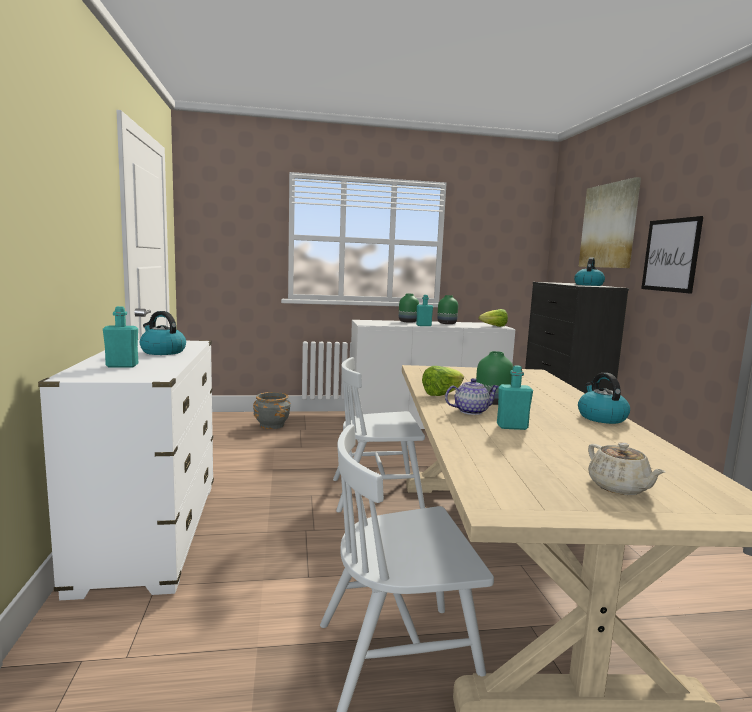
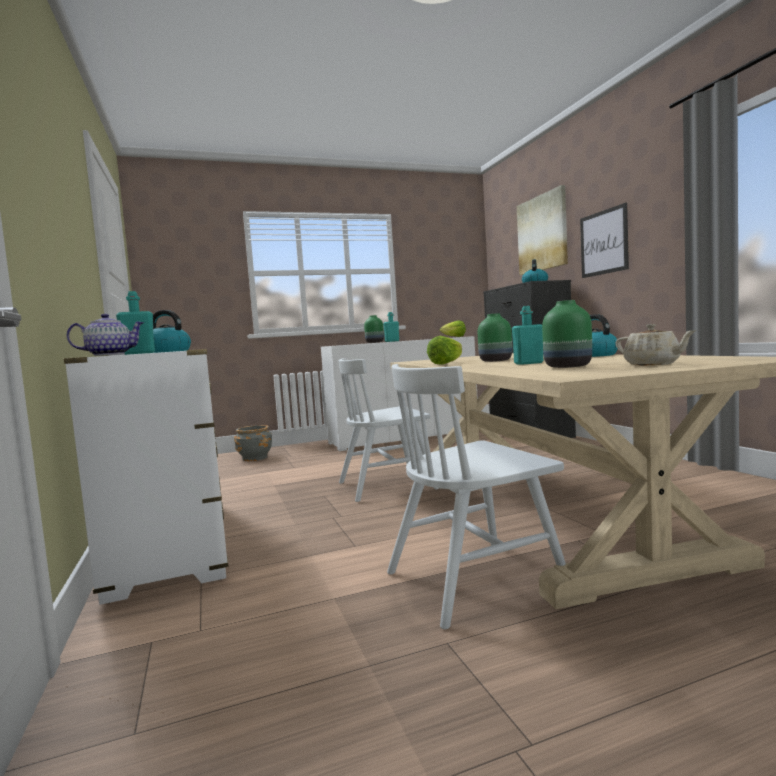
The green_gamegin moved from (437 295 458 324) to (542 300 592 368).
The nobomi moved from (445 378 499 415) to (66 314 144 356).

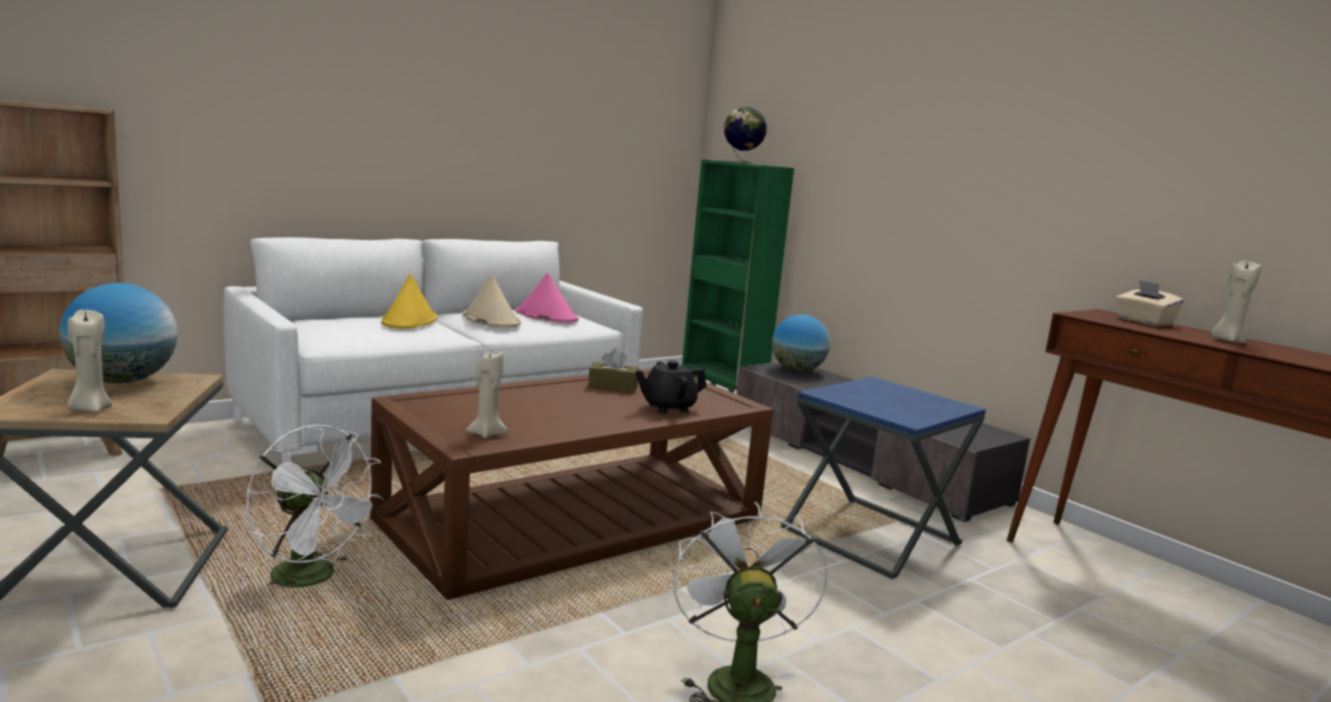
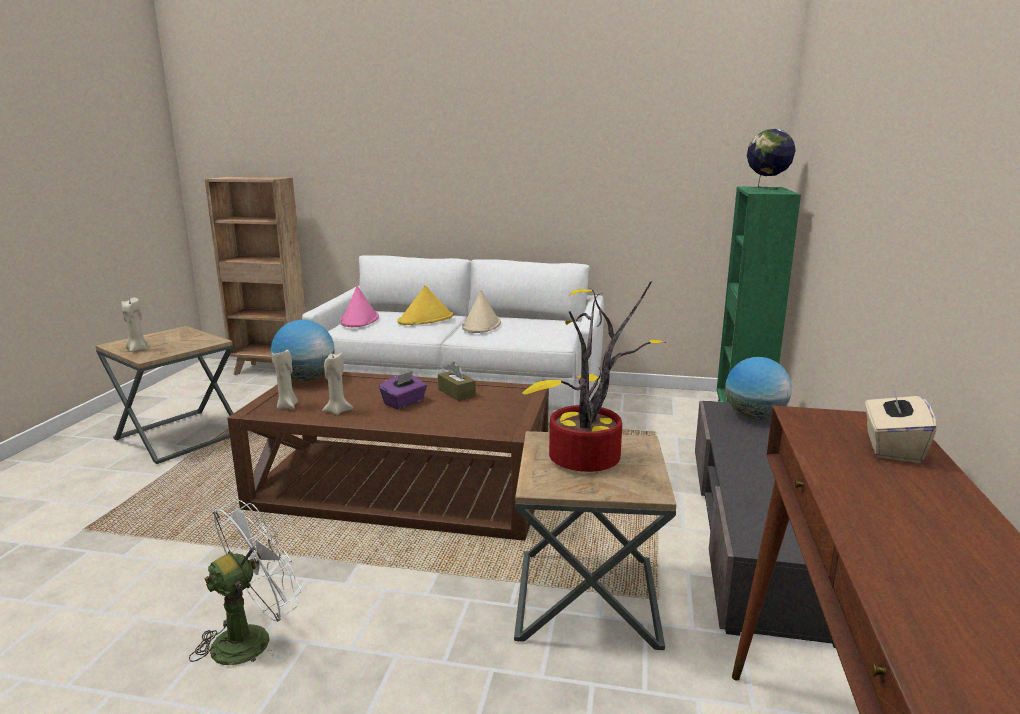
The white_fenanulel at (246 425 384 601) disappeared.
The black_nobomi at (635 361 706 413) disappeared.
The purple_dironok at (379 371 427 409) appeared.
The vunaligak at (522 281 666 472) appeared.
The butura moved from (59 283 178 383) to (271 320 335 381).
The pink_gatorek moved from (516 273 579 323) to (340 286 379 327).
The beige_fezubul moved from (1211 261 1261 343) to (322 353 353 415).
The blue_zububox at (781 377 986 579) became the brown_zububox at (514 431 676 650).

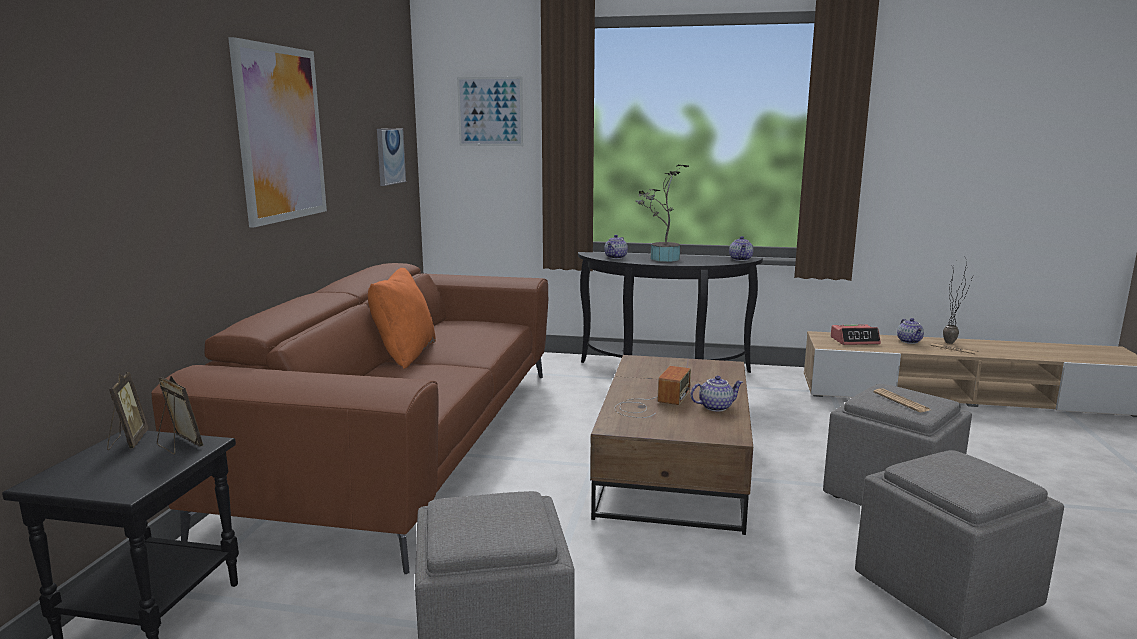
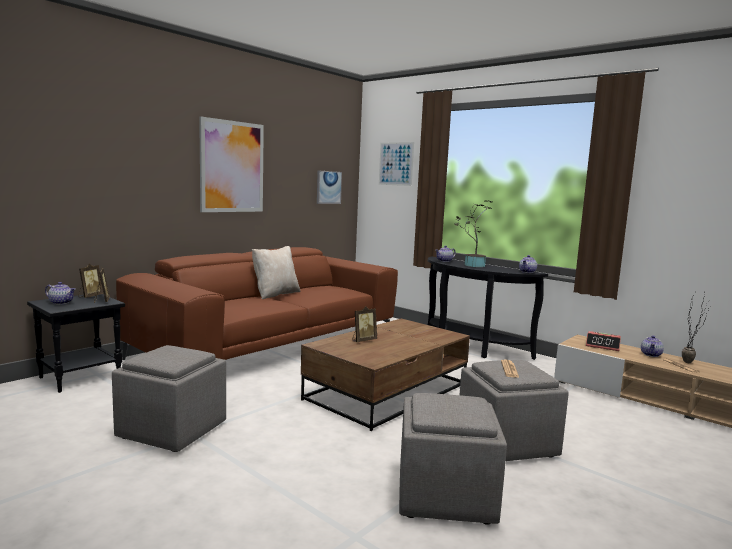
The nobomi moved from (690 376 743 412) to (45 282 75 305).
The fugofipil at (614 366 691 418) was replaced by the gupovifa at (352 306 377 342).
The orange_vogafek at (368 268 436 369) became the beige_vogafek at (252 246 300 299).

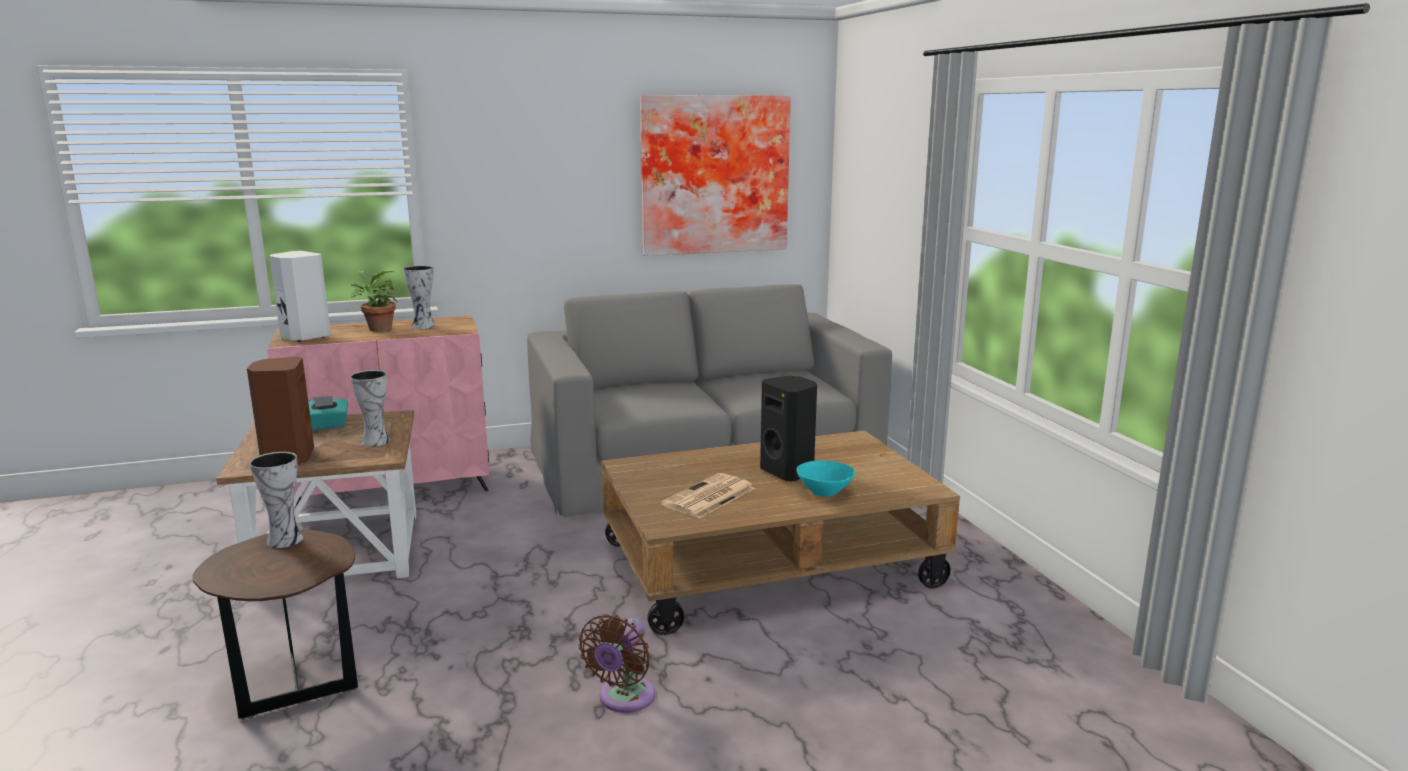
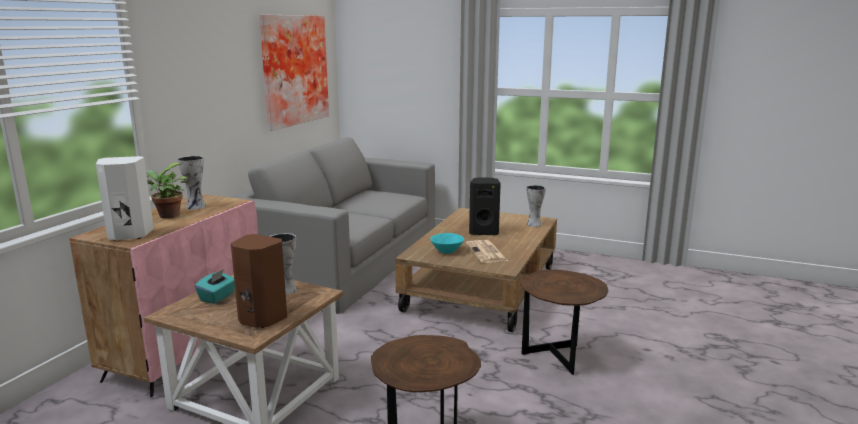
The gamegin moved from (249 452 303 548) to (527 185 546 227).
The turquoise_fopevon moved from (797 460 855 497) to (430 233 464 254).
The brown_fenanulel at (578 614 655 713) was replaced by the brown_zububox at (520 270 608 375).

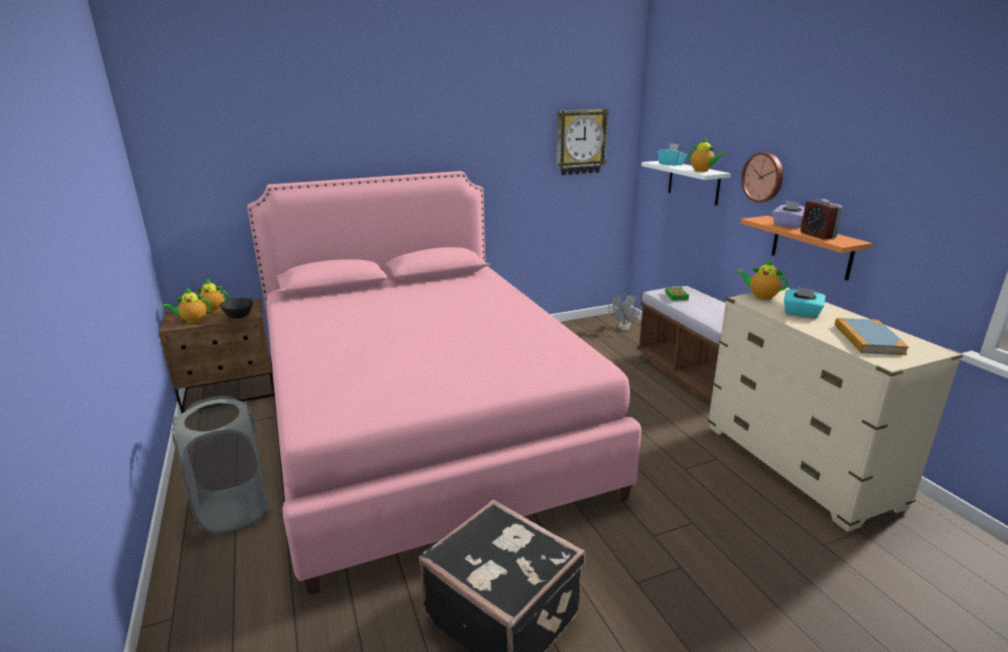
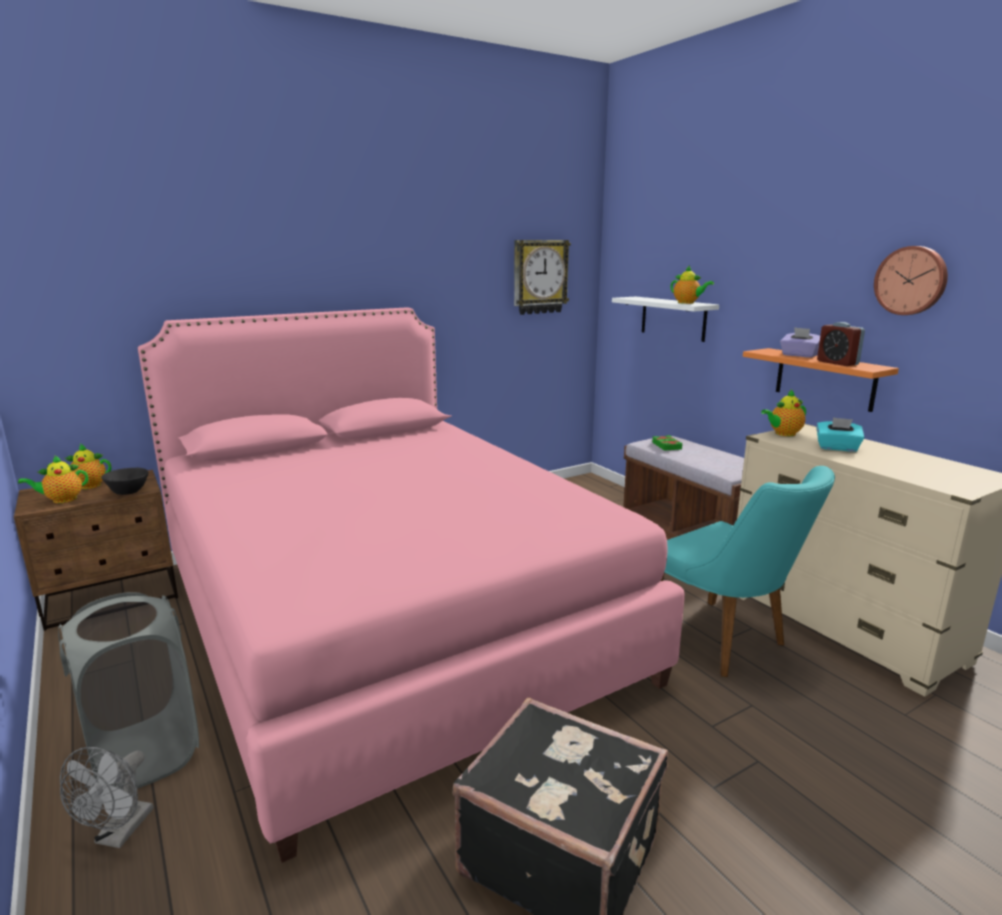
The turquoise_dironok at (657 143 687 166) disappeared.
The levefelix at (835 318 909 355) disappeared.
The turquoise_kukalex at (661 466 835 677) appeared.
The grey_fenanulel moved from (609 292 640 332) to (60 747 154 848).
The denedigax moved from (741 152 783 203) to (874 246 948 315).
The nobomi at (736 259 788 300) turned 45 degrees counterclockwise.

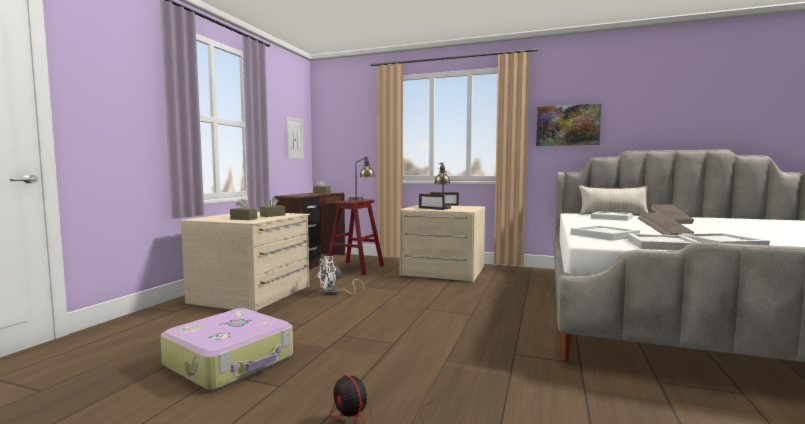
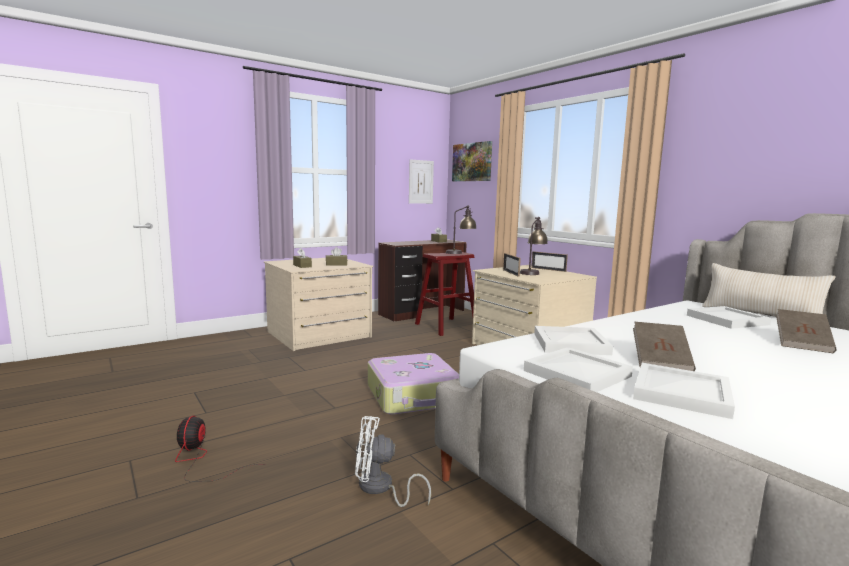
The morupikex moved from (161 308 293 391) to (368 353 459 415).
The white_fenanulel moved from (316 256 364 295) to (355 416 431 507).
The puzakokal moved from (536 104 601 146) to (452 141 492 181).

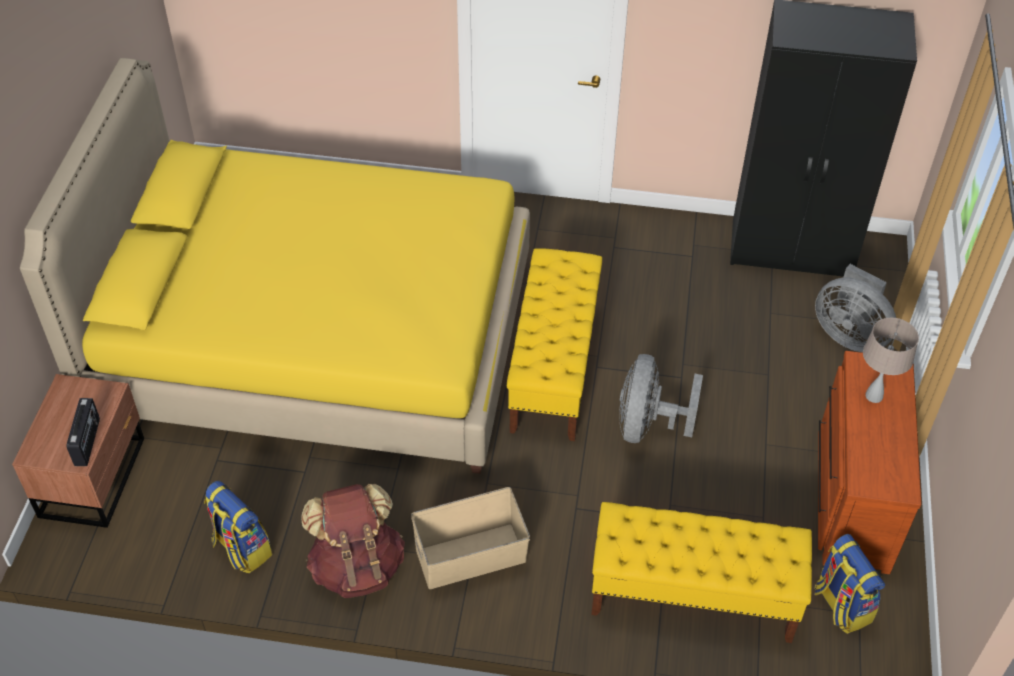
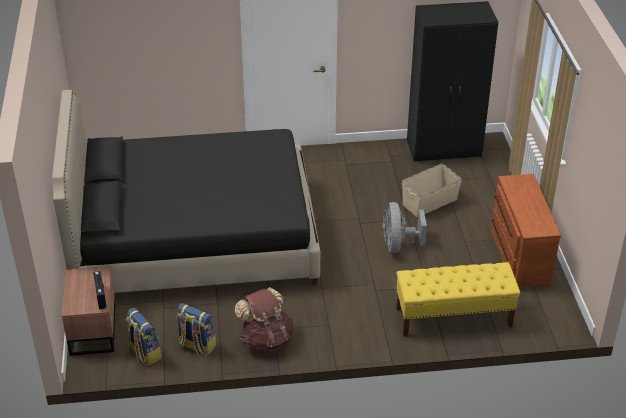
The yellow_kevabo at (507 248 602 441) disappeared.
The grey_fenanulel at (815 264 896 353) disappeared.
The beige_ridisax at (863 318 919 403) disappeared.
The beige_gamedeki moved from (411 487 530 589) to (402 163 462 217).
The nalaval moved from (814 534 885 634) to (125 308 162 366).
The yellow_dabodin at (20 58 530 474) became the black_dabodin at (52 90 320 293).

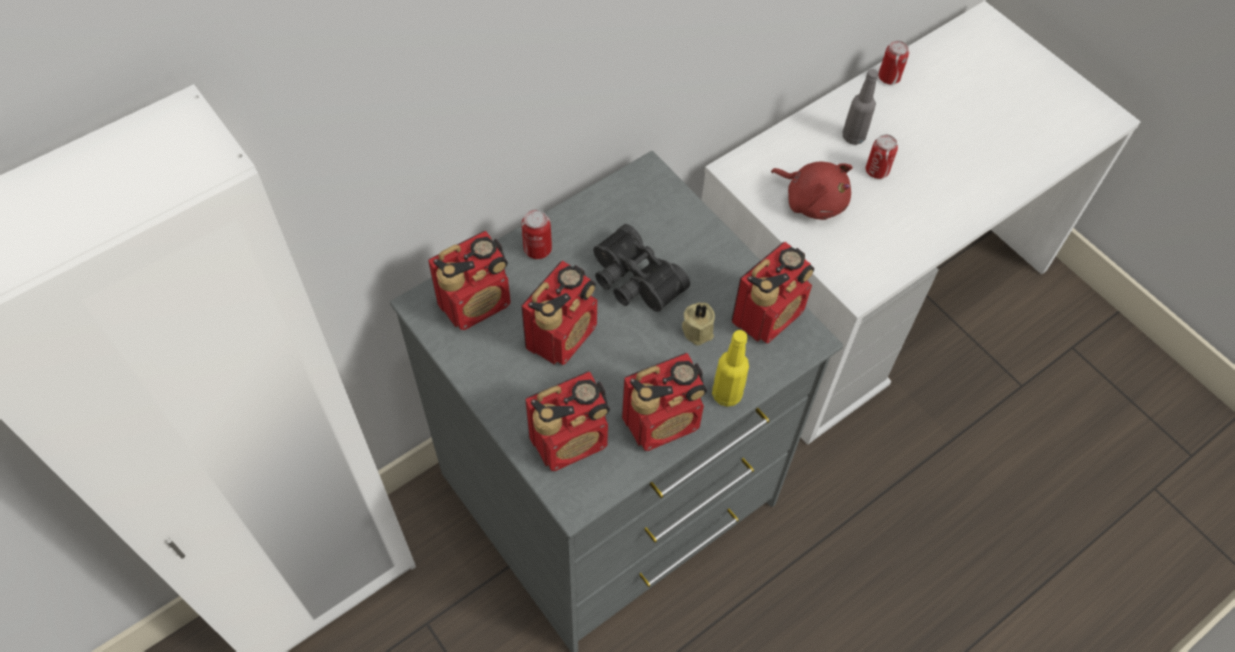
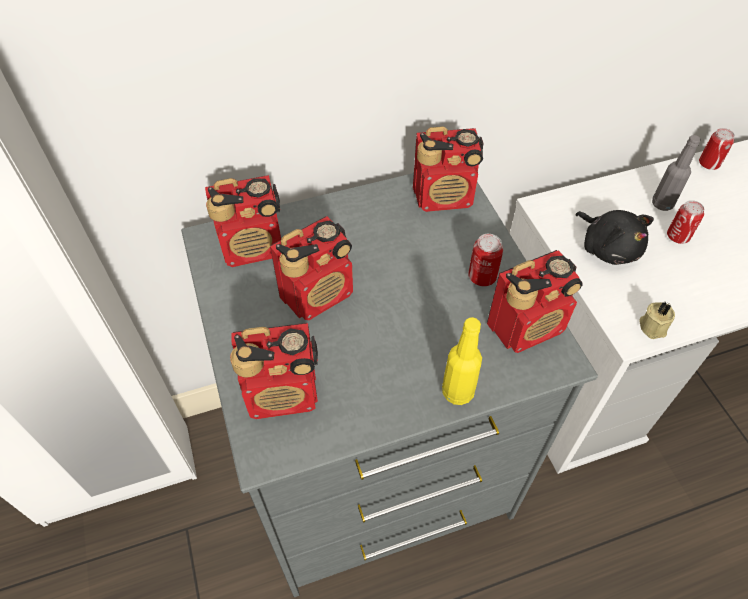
The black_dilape at (593 224 690 312) disappeared.
The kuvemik moved from (522 209 552 259) to (468 234 503 286).
The fugofipil moved from (622 353 707 451) to (413 126 483 212).
The beige_fezubul moved from (682 303 715 345) to (639 302 675 339).
The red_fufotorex at (771 162 853 220) became the black_fufotorex at (575 210 654 265).

